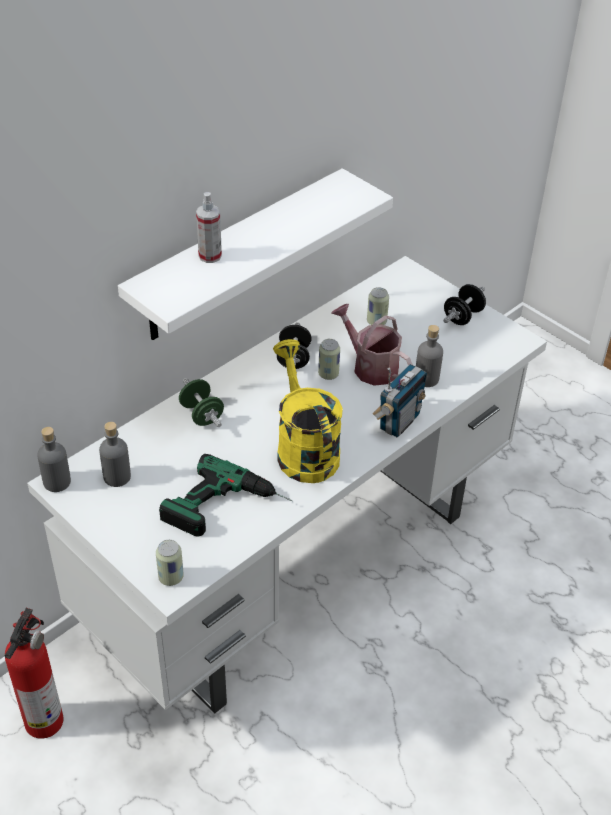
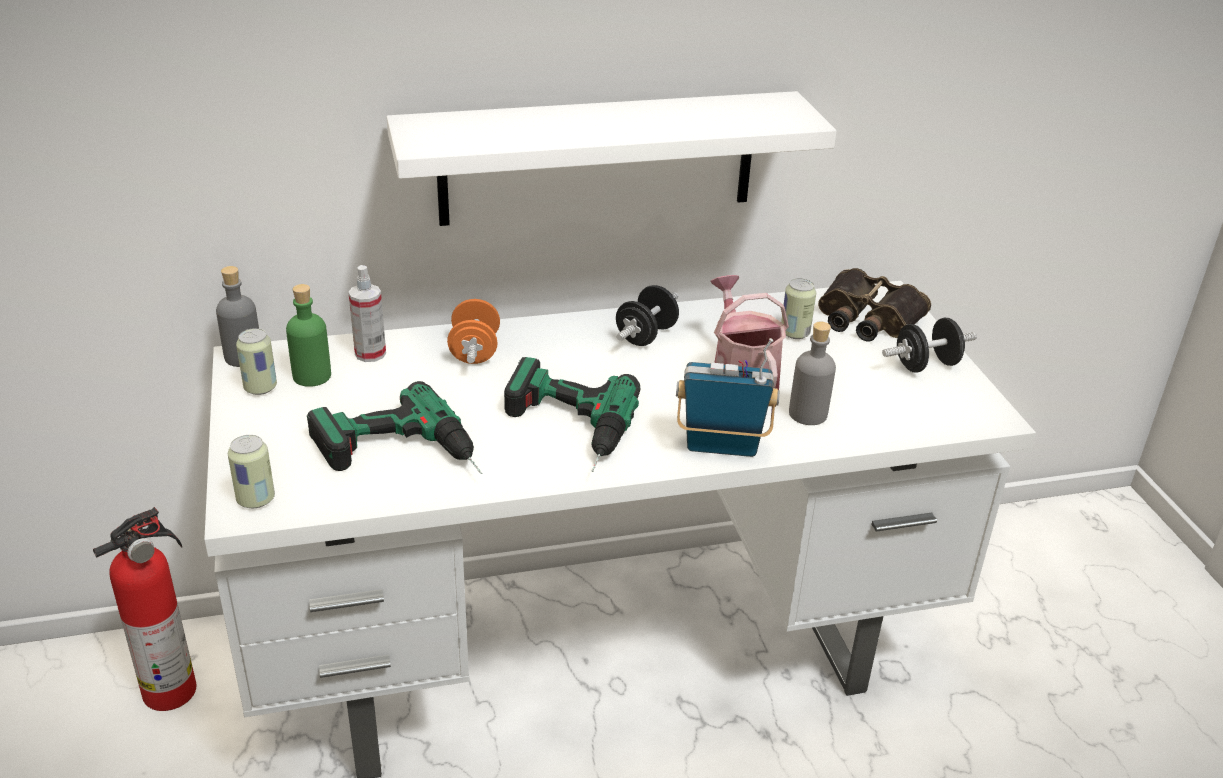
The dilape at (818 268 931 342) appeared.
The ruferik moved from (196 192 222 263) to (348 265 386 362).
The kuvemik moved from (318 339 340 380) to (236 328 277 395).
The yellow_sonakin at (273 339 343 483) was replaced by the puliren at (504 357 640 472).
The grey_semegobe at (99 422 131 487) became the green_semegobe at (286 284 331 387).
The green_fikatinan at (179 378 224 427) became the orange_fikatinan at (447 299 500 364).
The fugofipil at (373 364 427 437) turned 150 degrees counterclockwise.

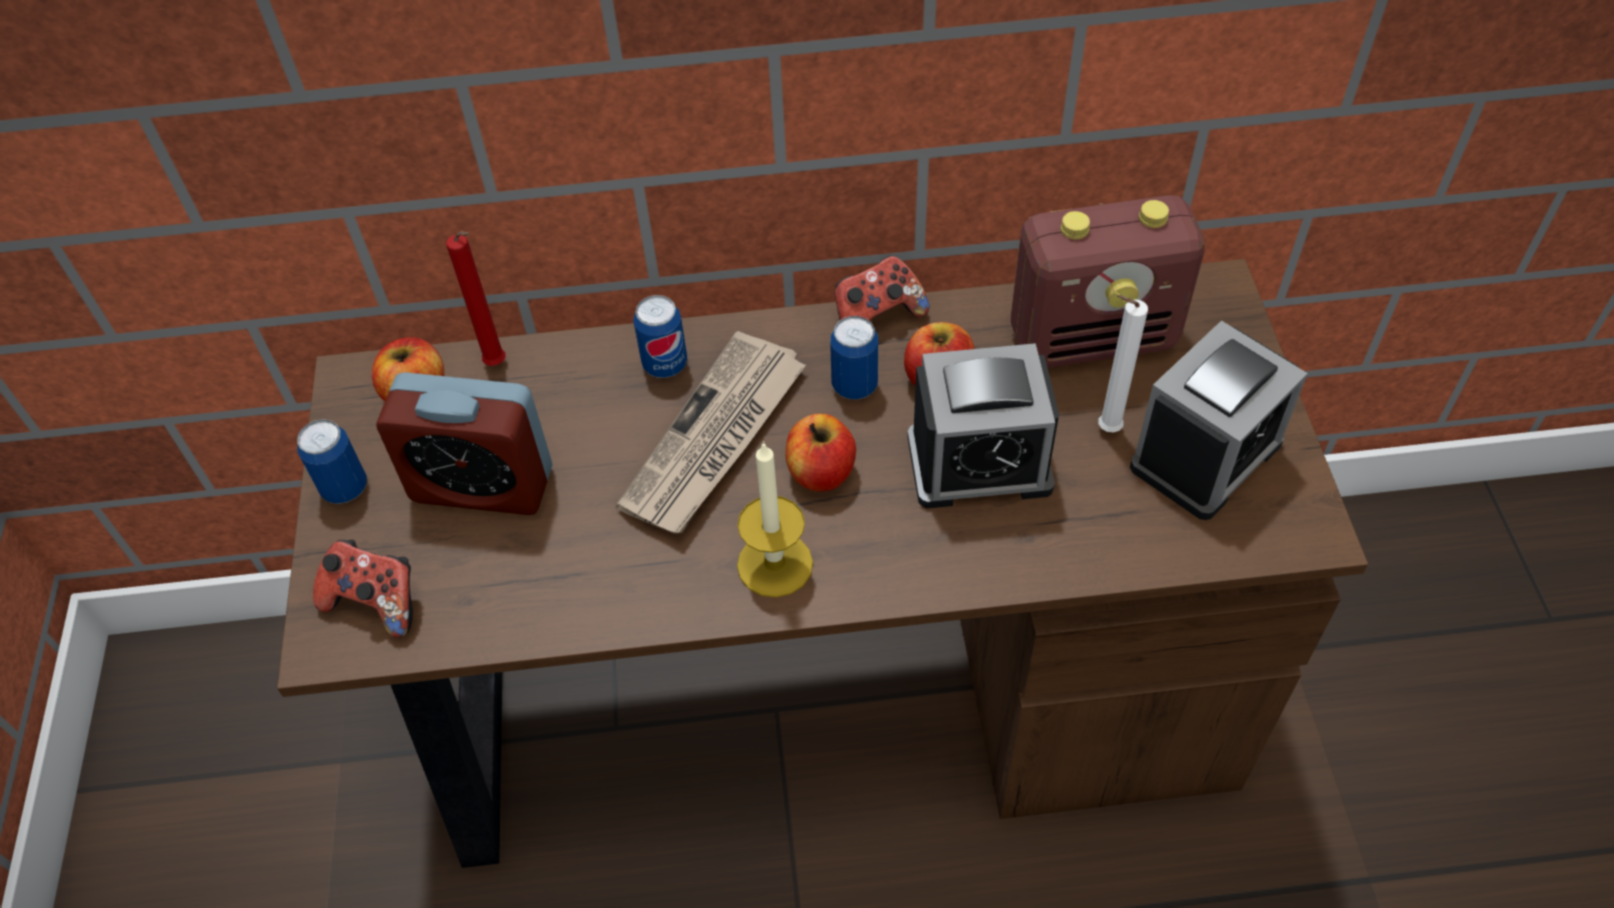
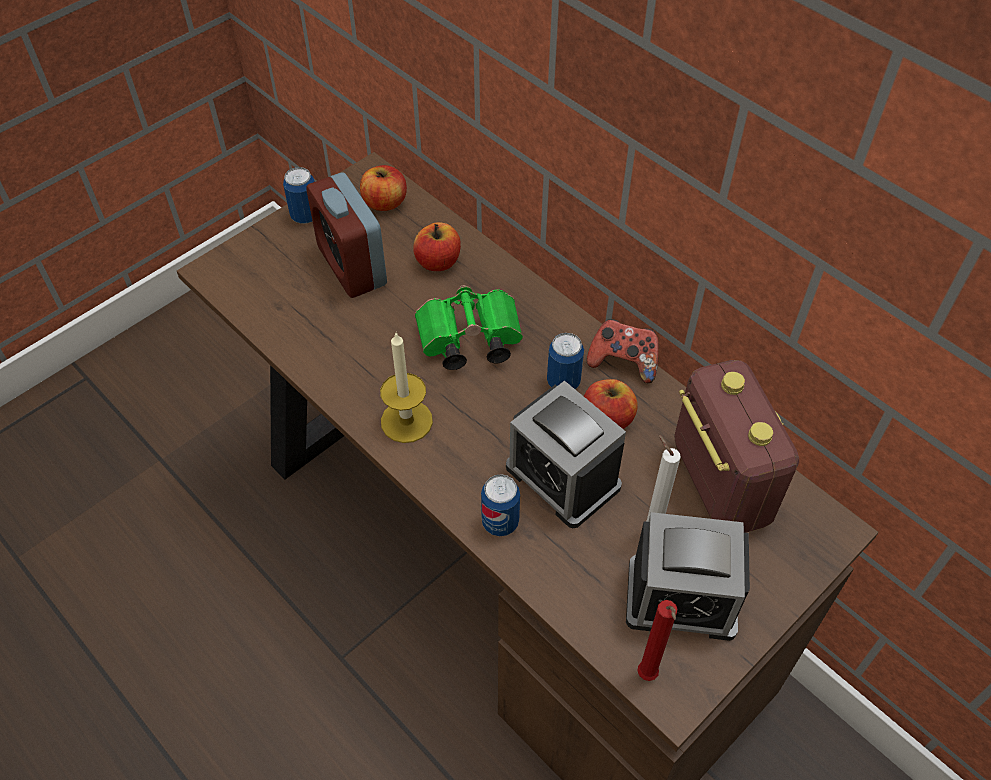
The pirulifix at (313 540 413 638) disappeared.
The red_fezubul moved from (446 231 506 366) to (637 600 677 681).
The kuvemik moved from (633 295 687 378) to (481 474 520 536).
The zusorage moved from (785 414 856 492) to (413 222 461 271).
The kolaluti at (616 331 806 534) was replaced by the green_dilape at (415 285 523 370).
The fugofipil at (1011 195 1205 368) turned 150 degrees counterclockwise.

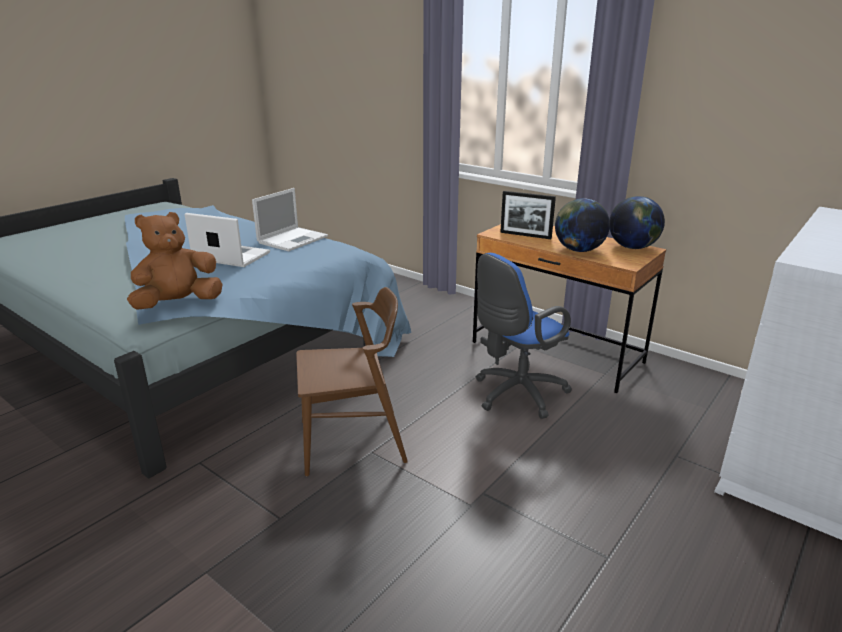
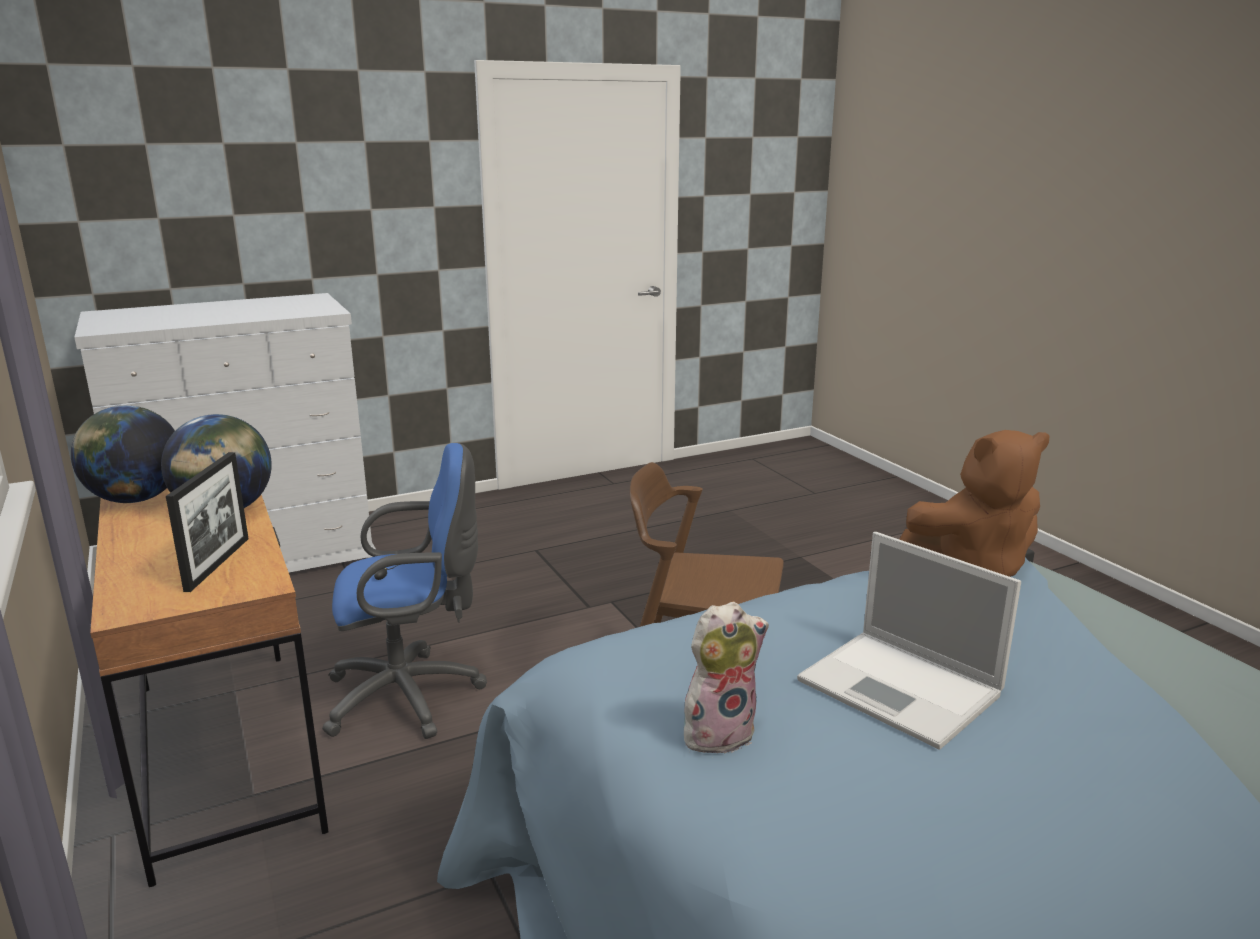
The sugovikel at (252 188 328 251) was replaced by the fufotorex at (684 601 769 753).
The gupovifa at (500 191 556 239) turned 45 degrees clockwise.

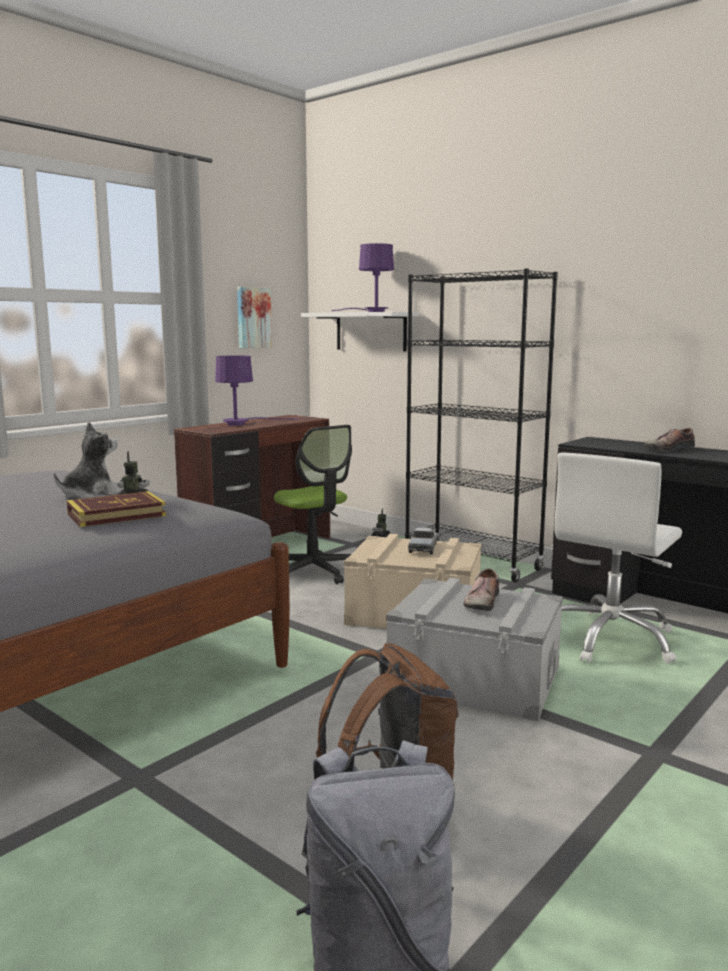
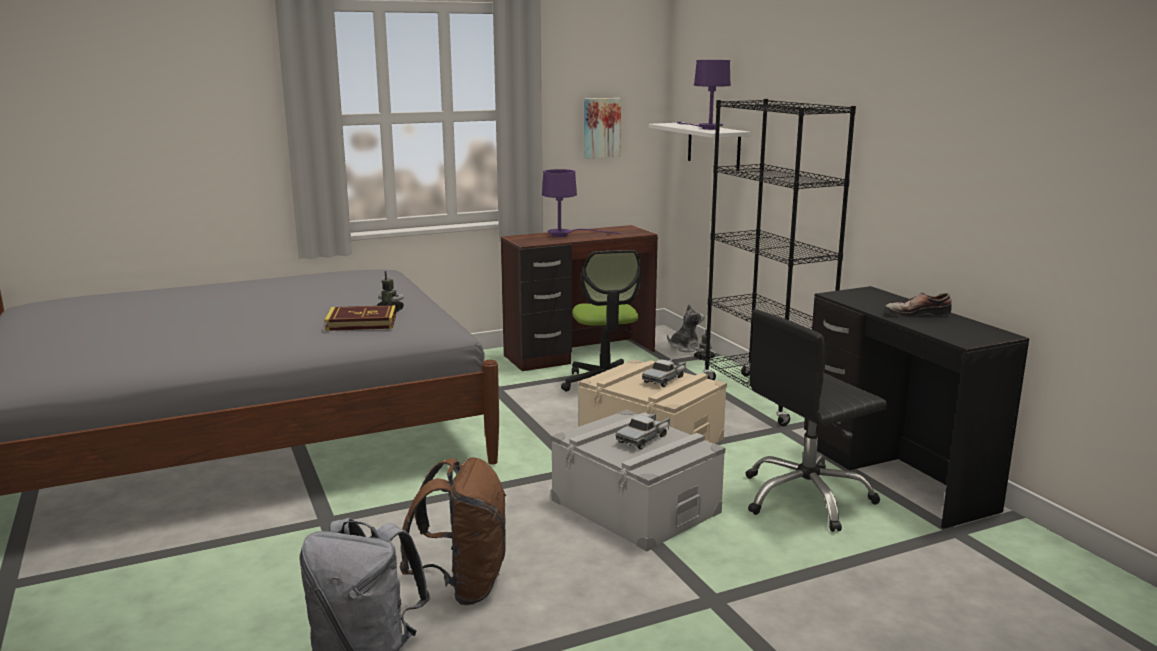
The fufotorex moved from (54 422 121 499) to (667 304 705 352).
The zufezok at (464 569 499 611) was replaced by the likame at (616 413 670 450).
The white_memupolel at (554 453 682 663) became the black_memupolel at (746 310 887 532).

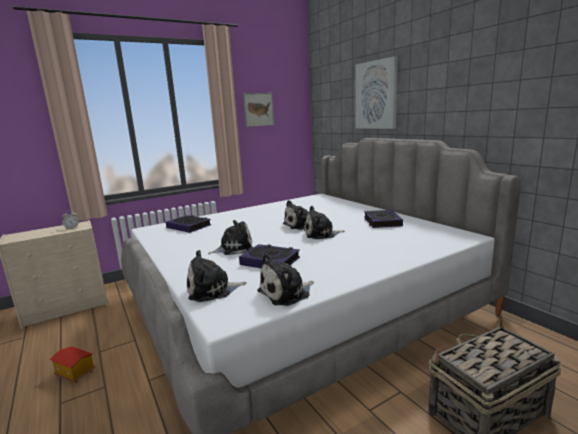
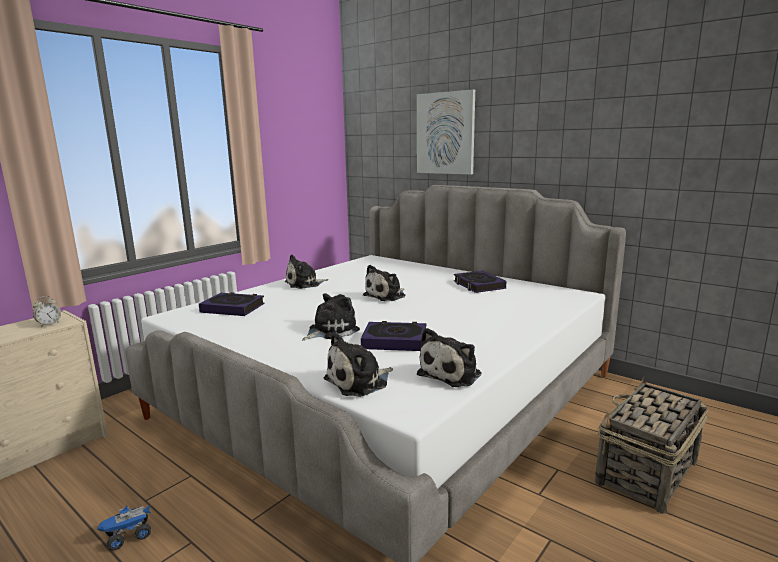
The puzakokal at (243 93 274 127) disappeared.
The fufotorex moved from (304 206 345 239) to (285 254 328 289).
The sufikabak at (49 346 96 383) was replaced by the likame at (97 505 151 550).

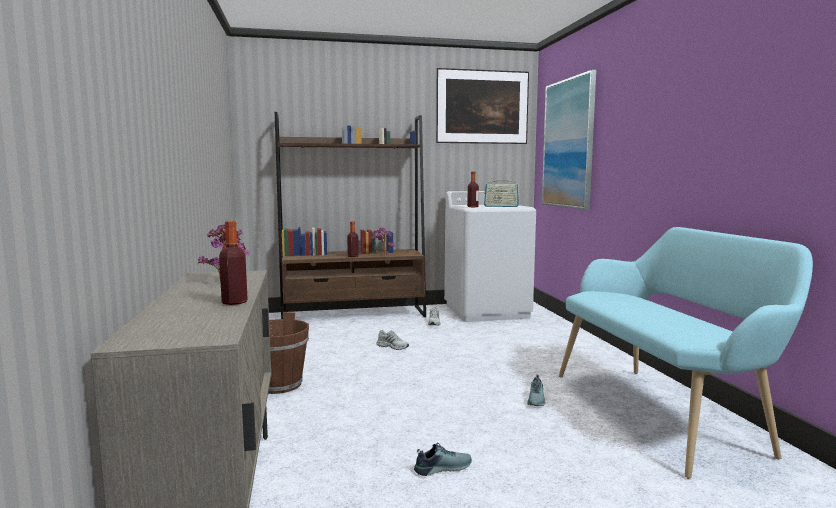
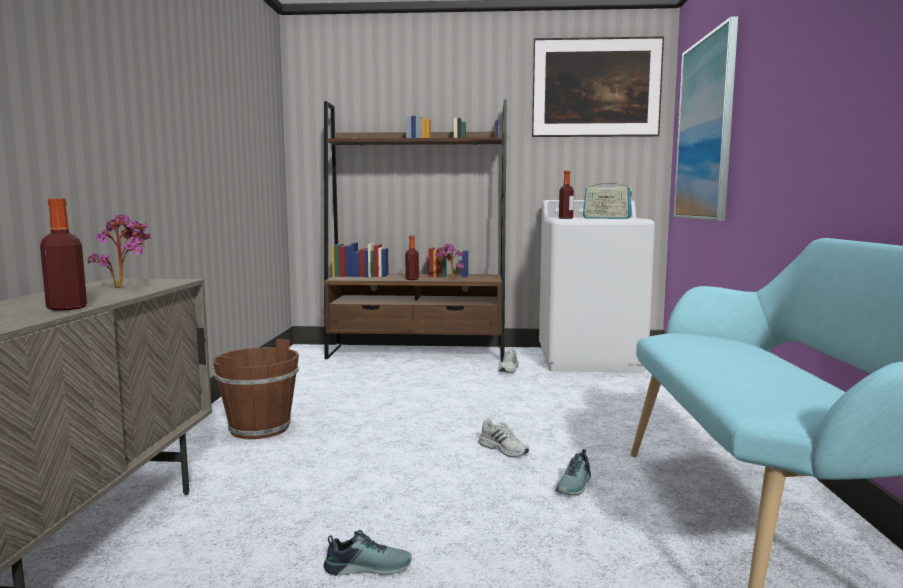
The white_zufezok moved from (377 330 409 350) to (478 419 529 457).

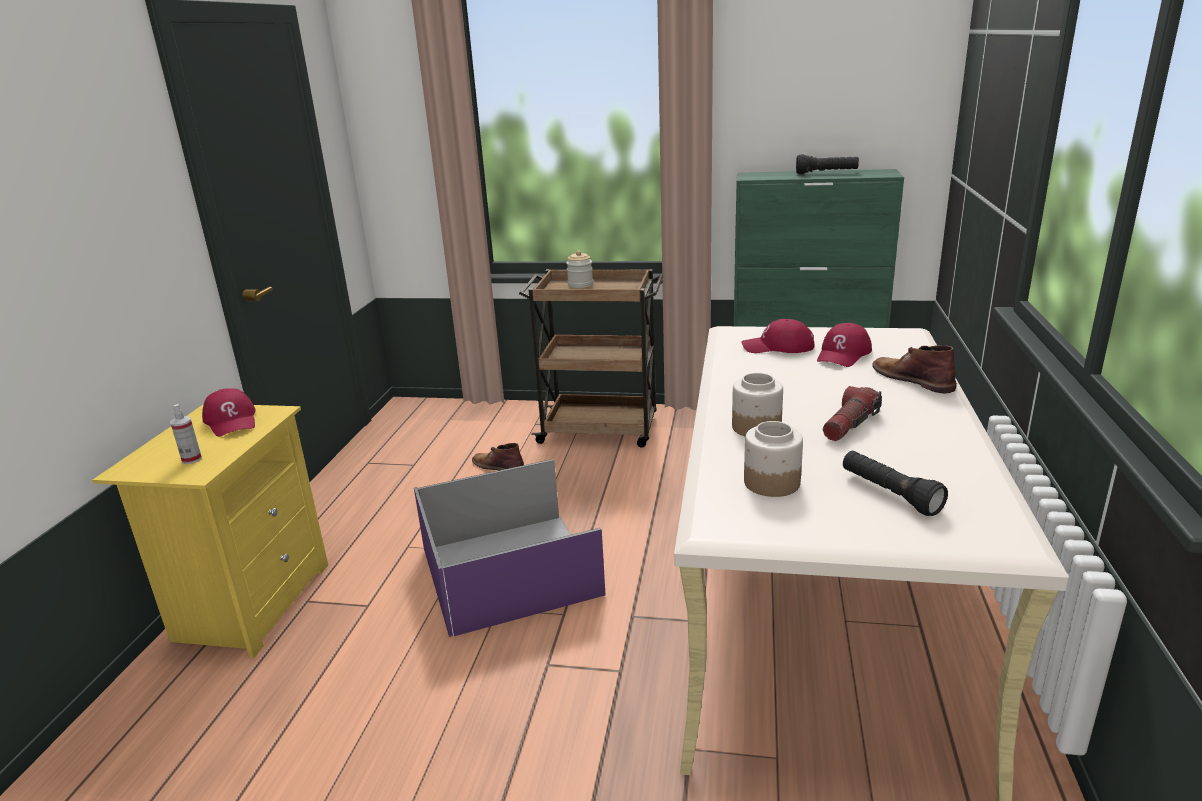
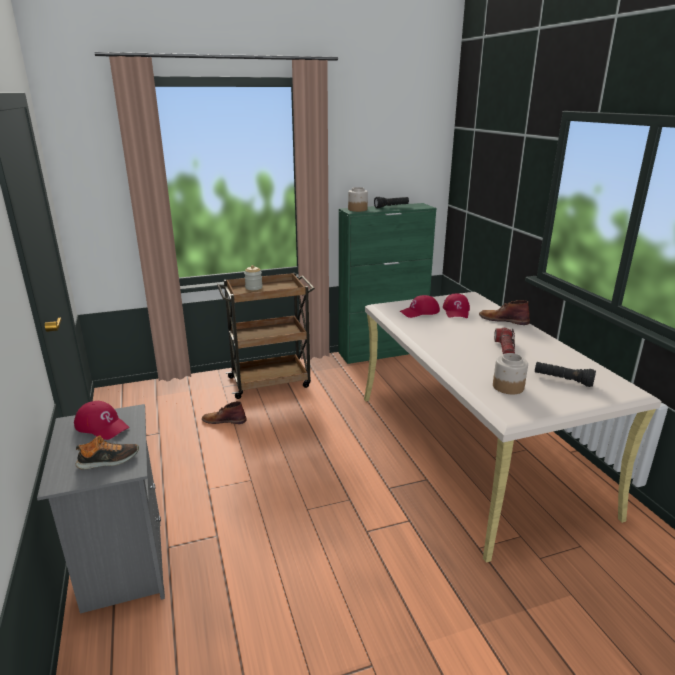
The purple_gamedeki at (414 459 606 637) disappeared.
The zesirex moved from (732 373 783 436) to (348 187 368 212).
The ruferik at (170 404 202 464) was replaced by the zufezok at (76 436 139 470).
The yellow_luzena at (92 404 328 658) became the grey_luzena at (37 404 165 614).

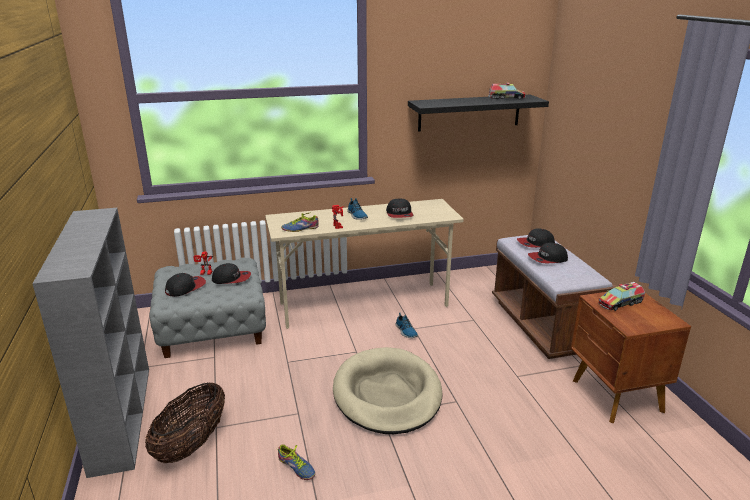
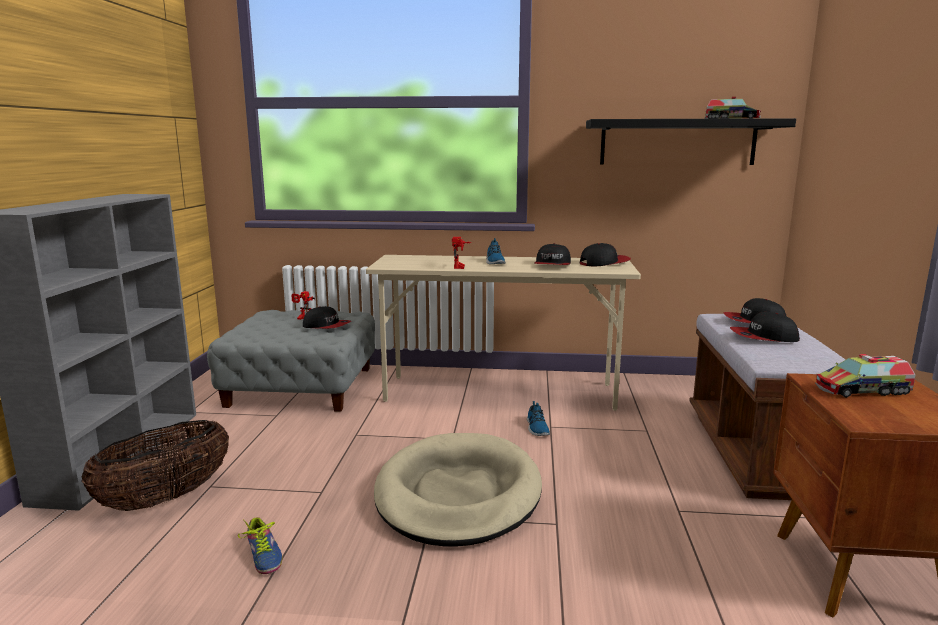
The zufezok at (281 212 319 232) disappeared.
The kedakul moved from (165 273 206 297) to (579 243 631 266).

